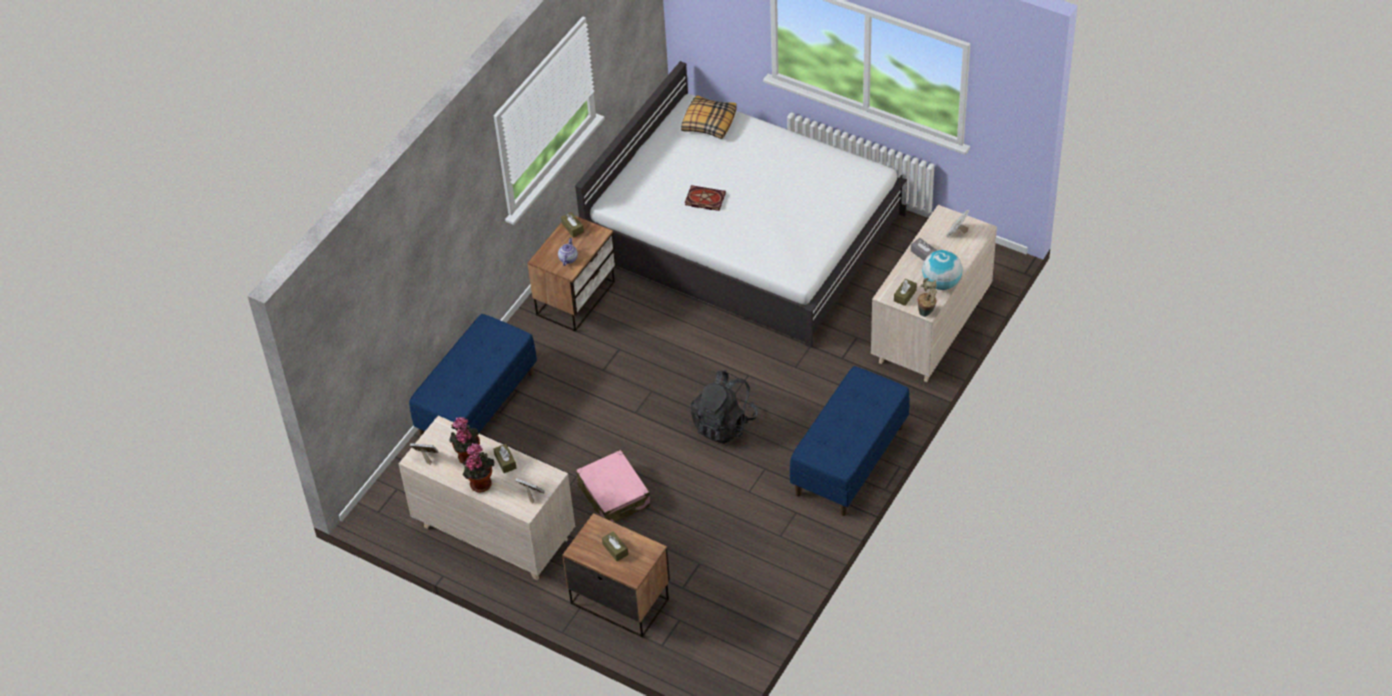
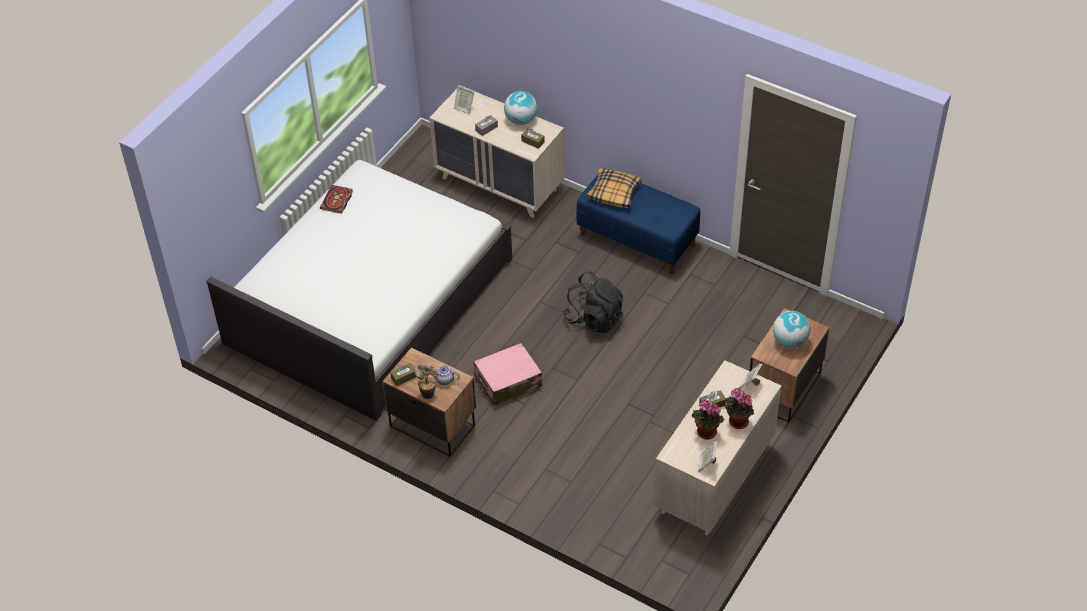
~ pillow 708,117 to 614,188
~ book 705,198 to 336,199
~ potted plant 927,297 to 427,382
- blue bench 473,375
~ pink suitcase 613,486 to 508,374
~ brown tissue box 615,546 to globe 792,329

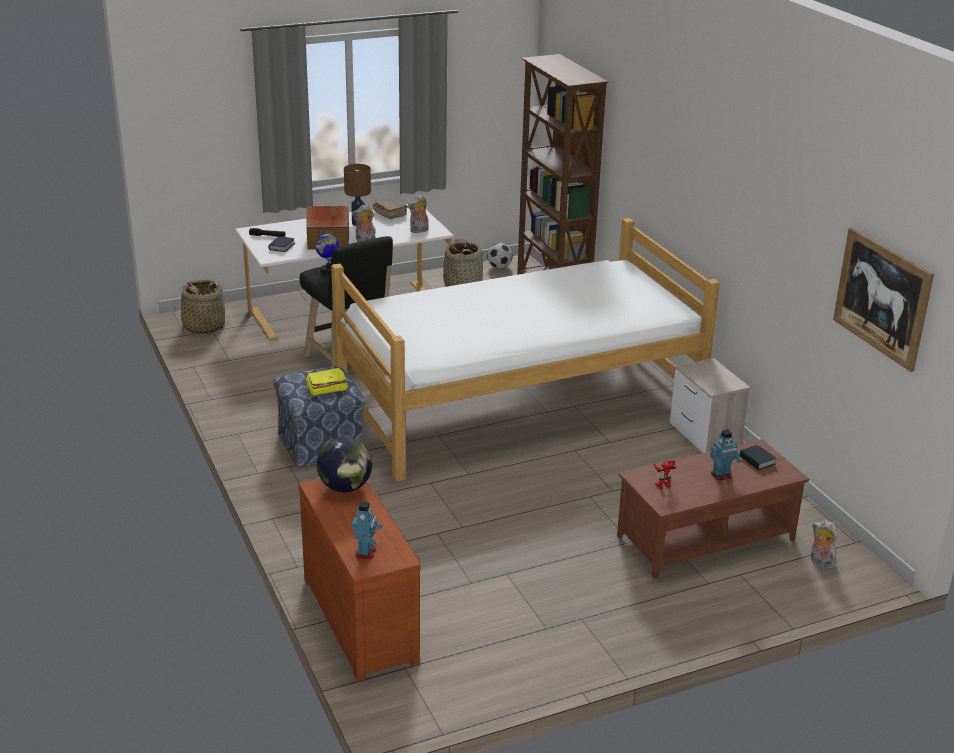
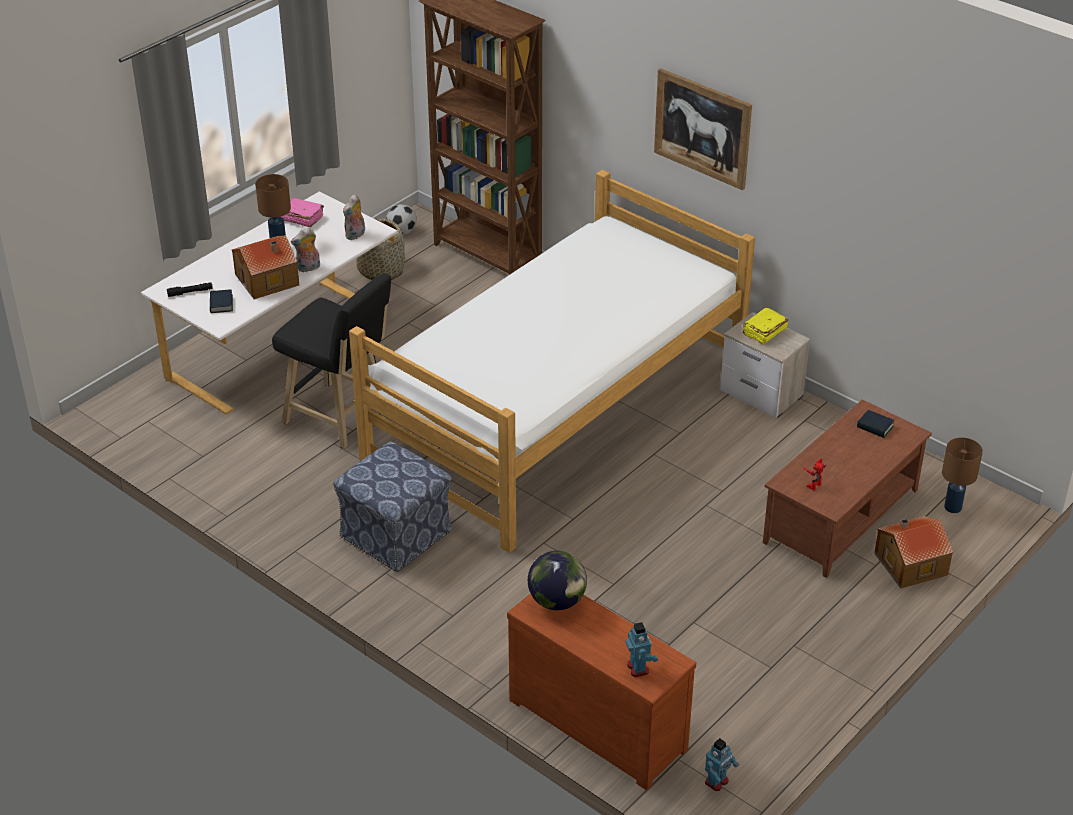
~ brown book 390,208 to pink book 302,212
~ picture 883,299 to 703,129
- globe 327,252
- basket 200,306
~ yellow book 327,382 to 766,326
~ toy robot 726,455 to 722,764
~ plush toy 824,544 to brown table lamp 962,475
+ toy house 914,552

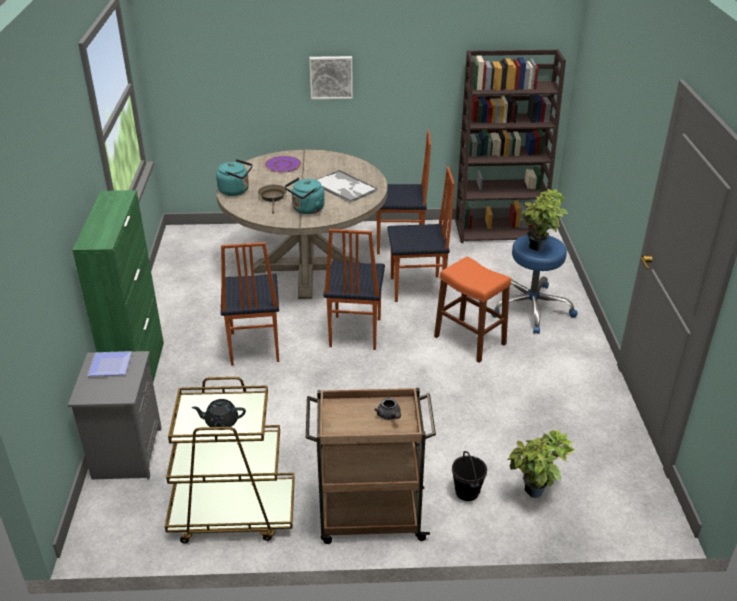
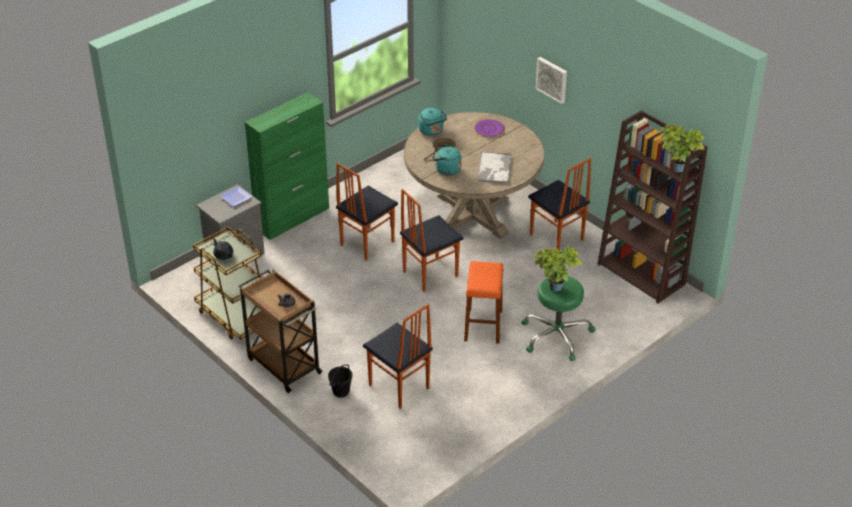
~ chair 421,234 to 398,356
~ blue stool 534,284 to green stool 558,318
~ potted plant 540,464 to 682,148

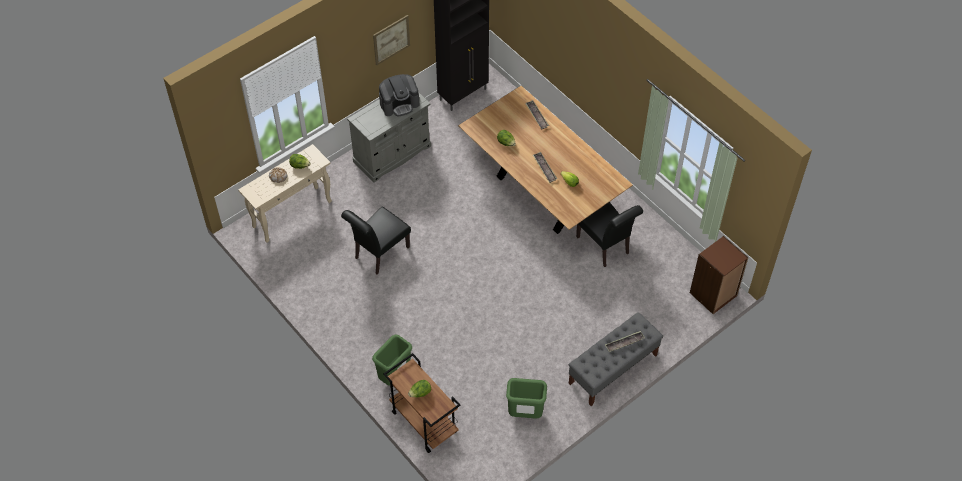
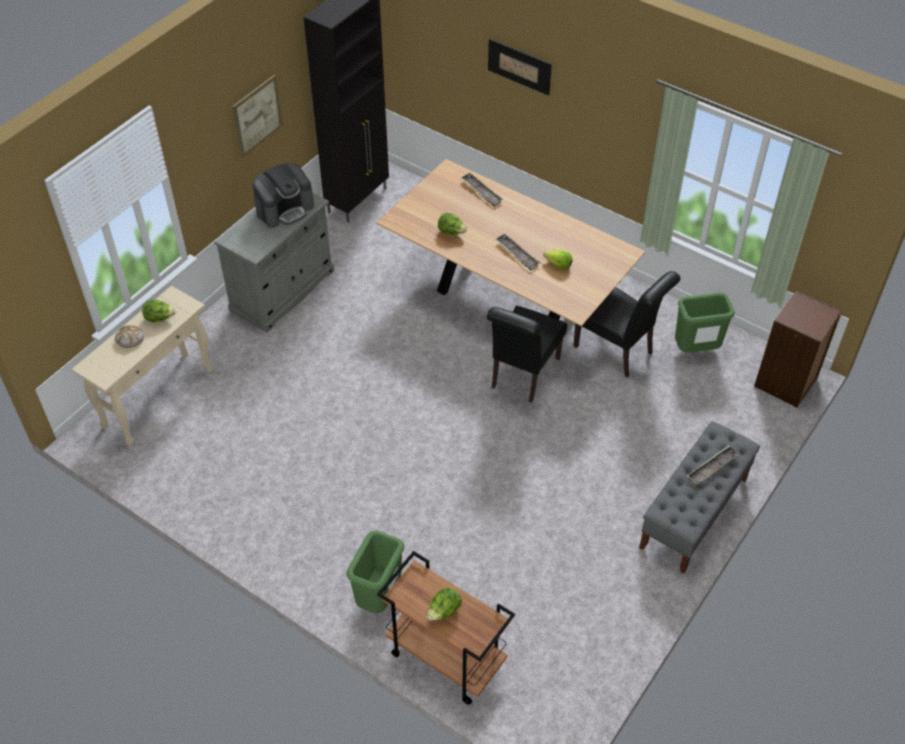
~ black chair 376,240 to 527,354
~ green trash can 526,398 to 705,322
+ picture 520,67

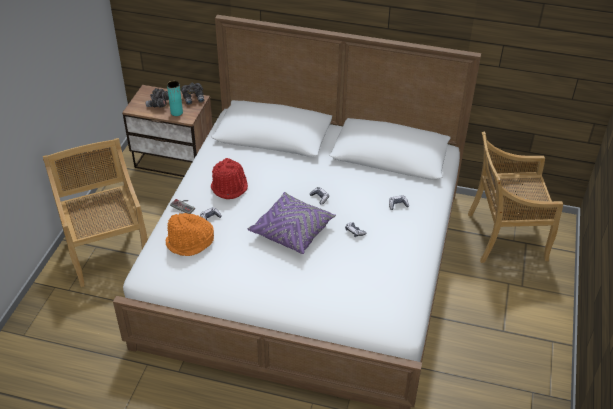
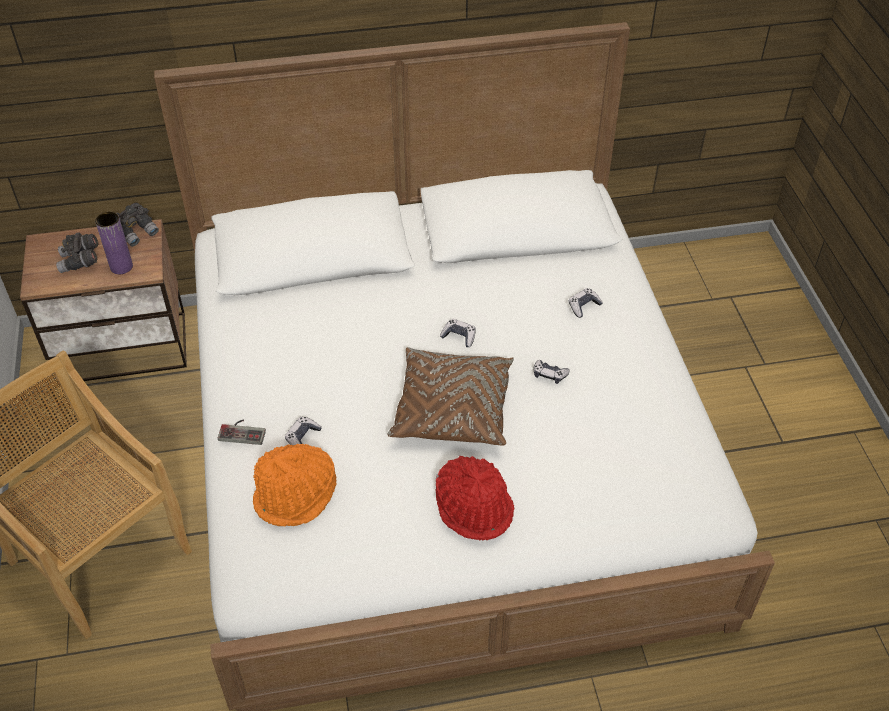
~ turquoise vase 175,98 to purple vase 114,243
- beige chair 515,197
~ red hat 229,178 to 475,498
~ purple pillow 292,223 to brown pillow 450,396

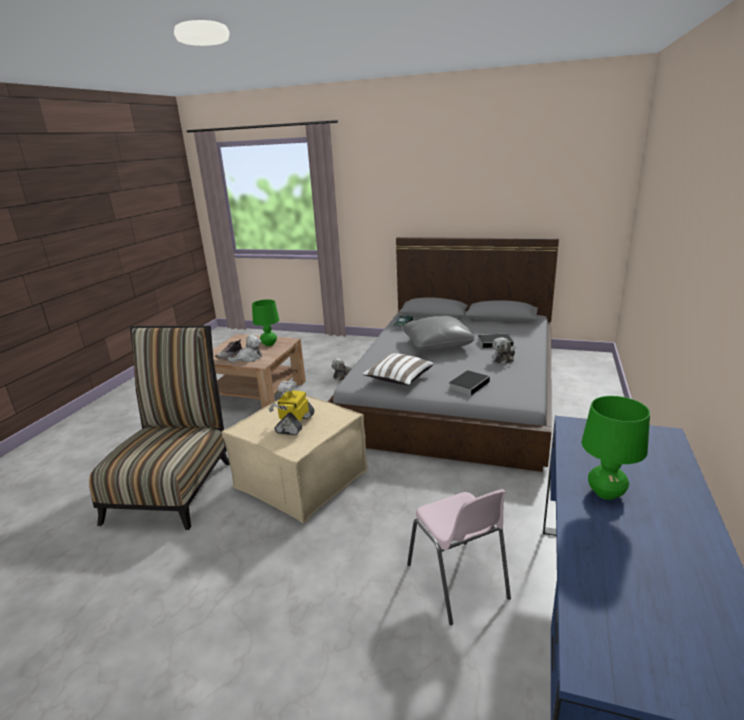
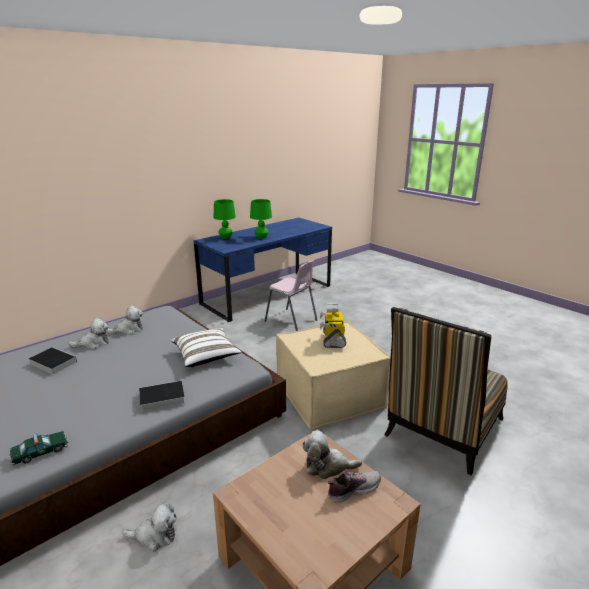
~ green table lamp 265,322 to 225,219
- grey pillow 439,333
~ book 469,383 to 160,396
~ toy robot 292,408 = 333,325 135 degrees clockwise
~ pink chair 459,557 = 291,295 120 degrees clockwise
+ plush toy 124,320

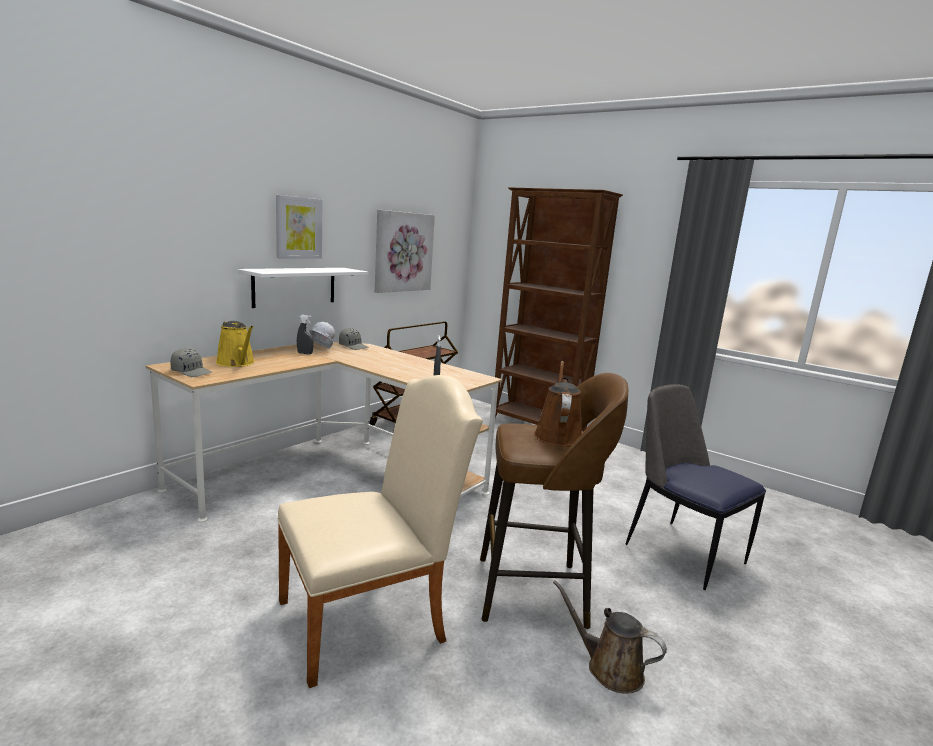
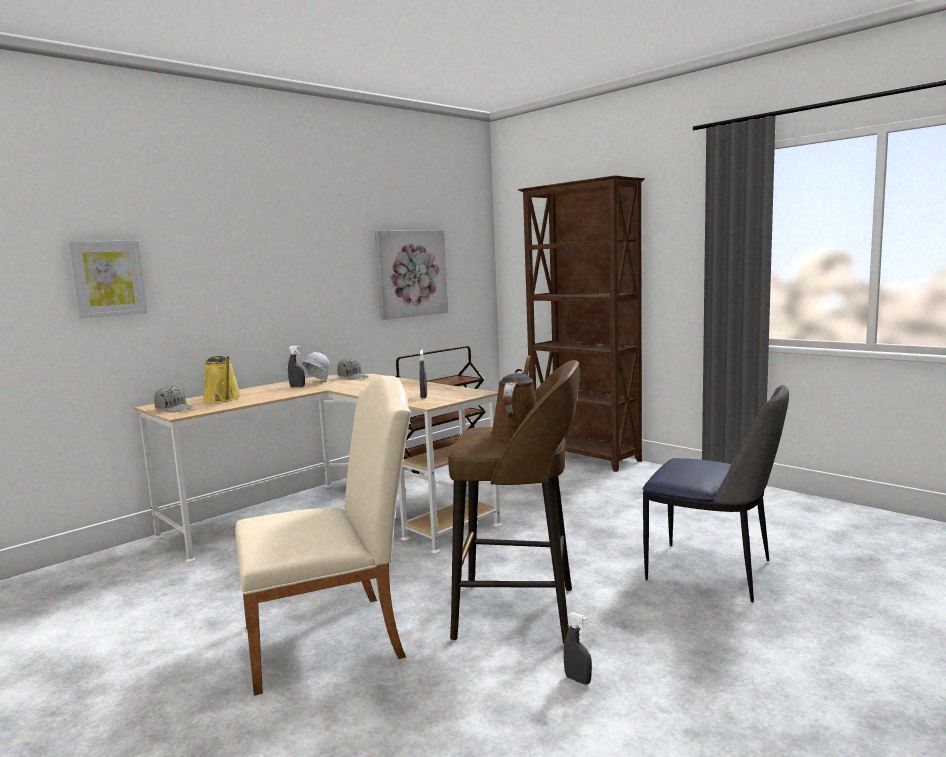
~ picture 299,227 to 107,279
- white shelf 302,288
~ chair 695,487 = 715,493 150 degrees clockwise
~ brown watering can 610,637 to grey spray bottle 577,648

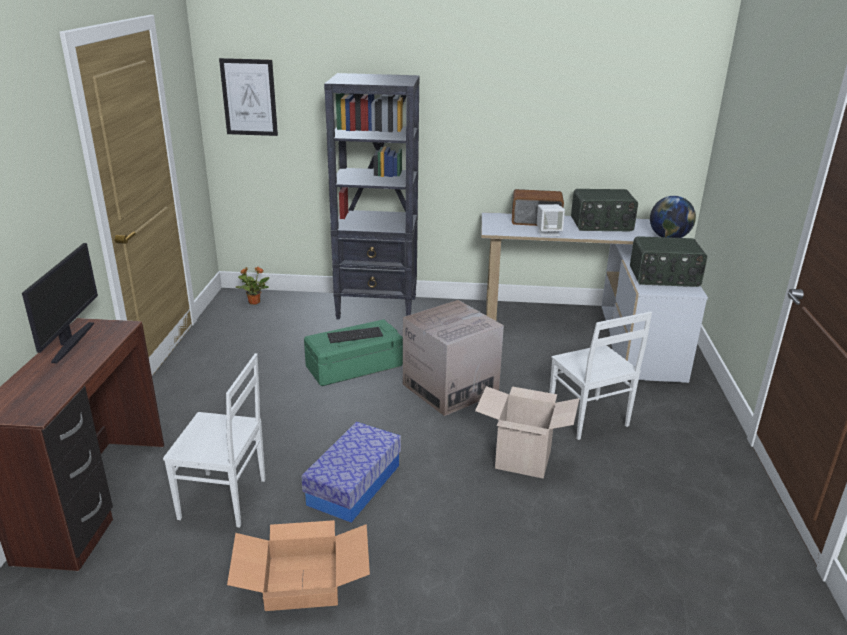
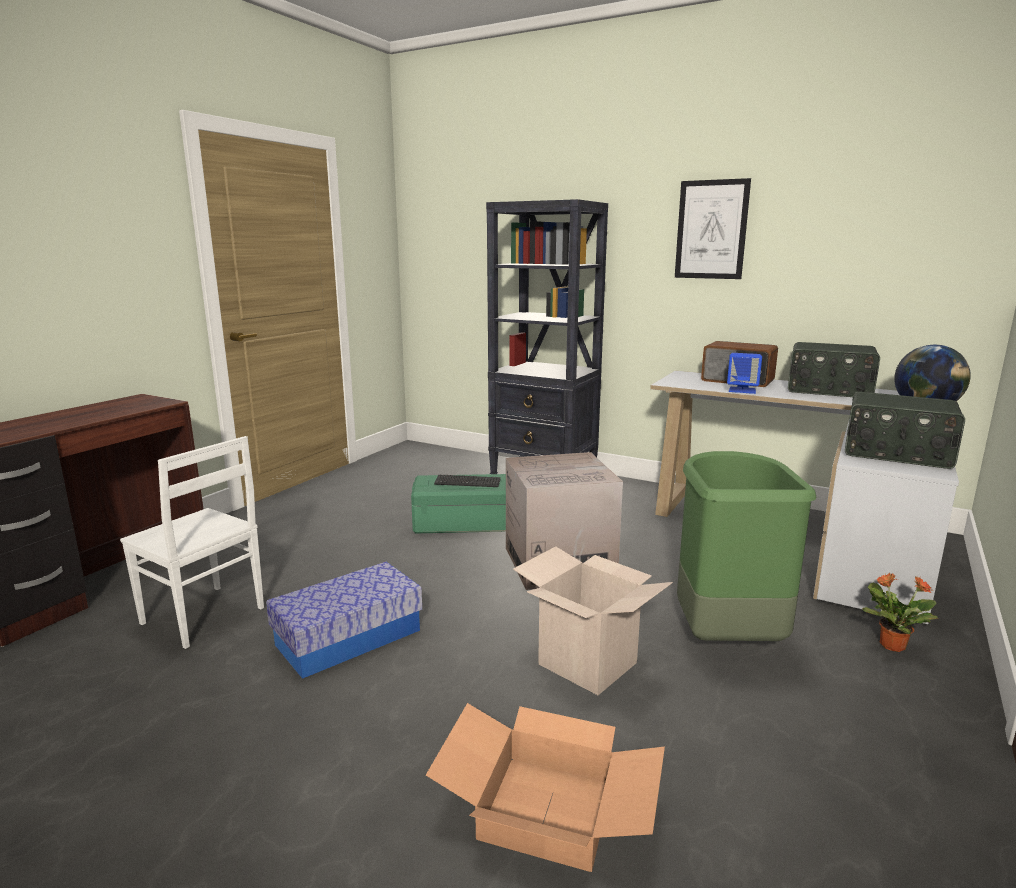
~ picture 248,97 to 713,228
~ white speaker 551,220 to blue speaker 744,373
- monitor 60,303
~ potted plant 252,286 to 900,612
~ white chair 600,375 to green trash can 746,546
~ cardboard box 298,565 to 545,787

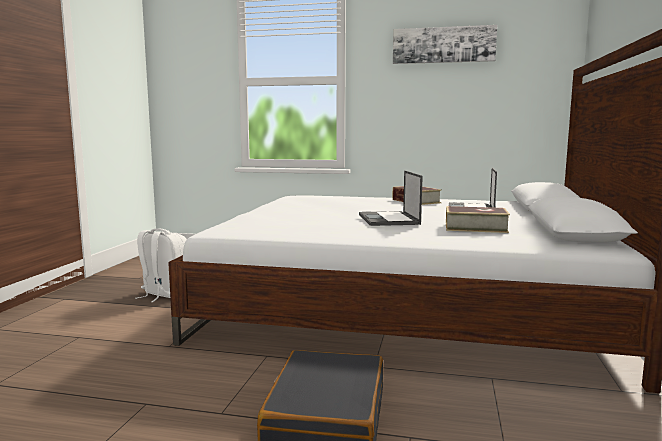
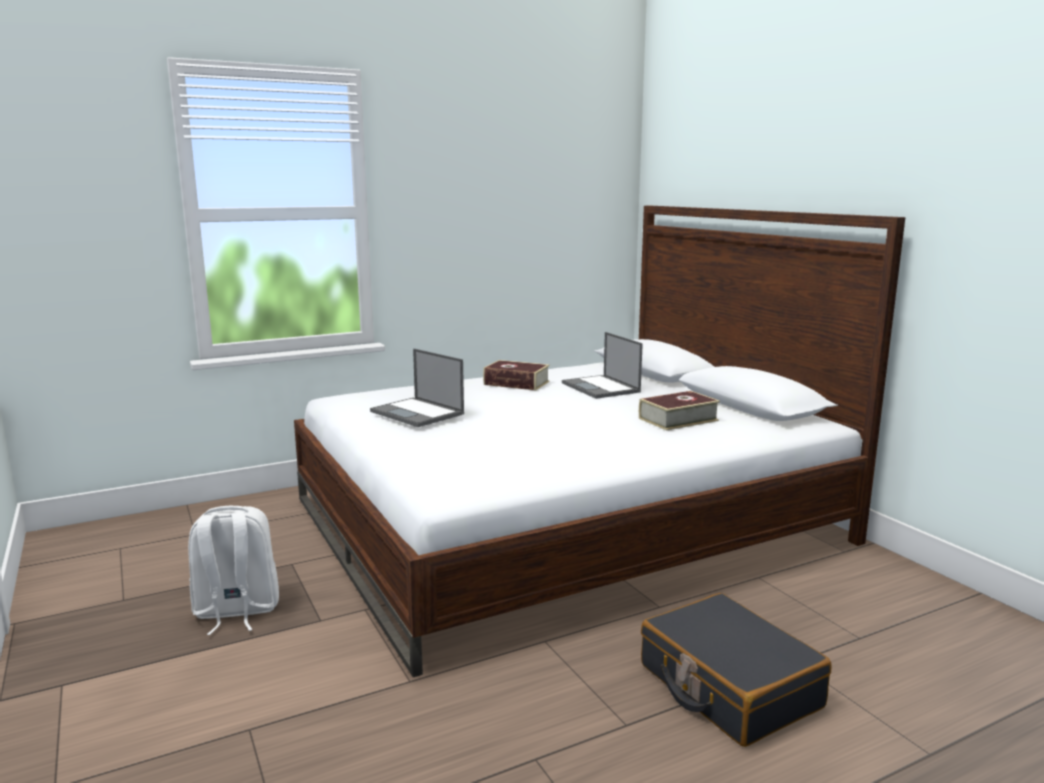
- picture 445,44
~ laptop 391,198 to 417,388

